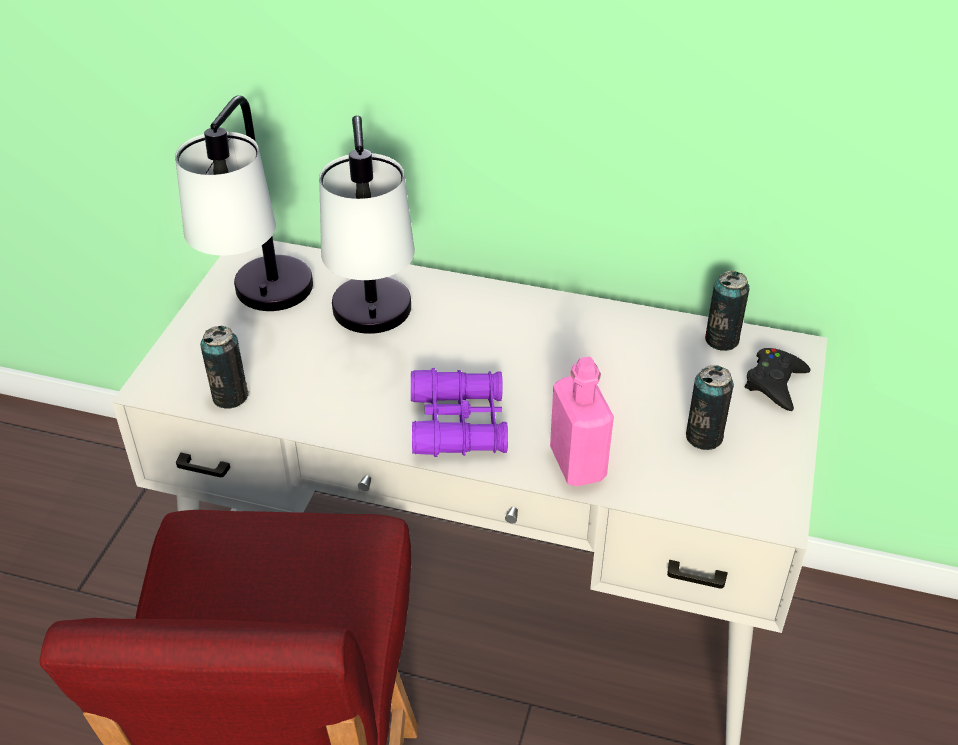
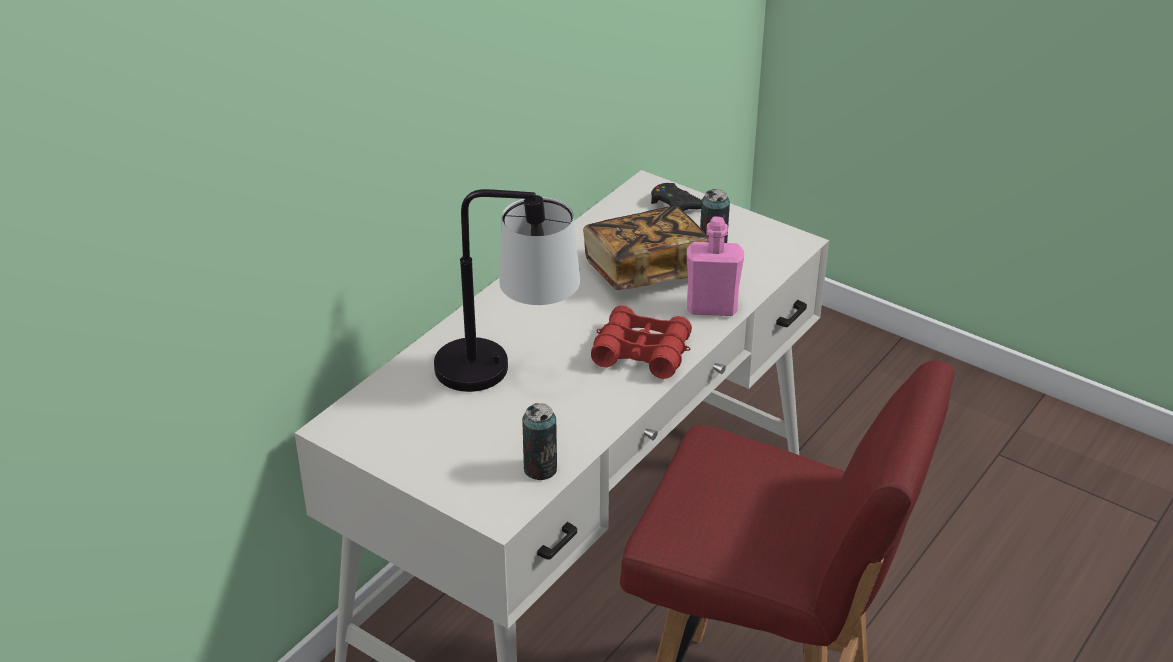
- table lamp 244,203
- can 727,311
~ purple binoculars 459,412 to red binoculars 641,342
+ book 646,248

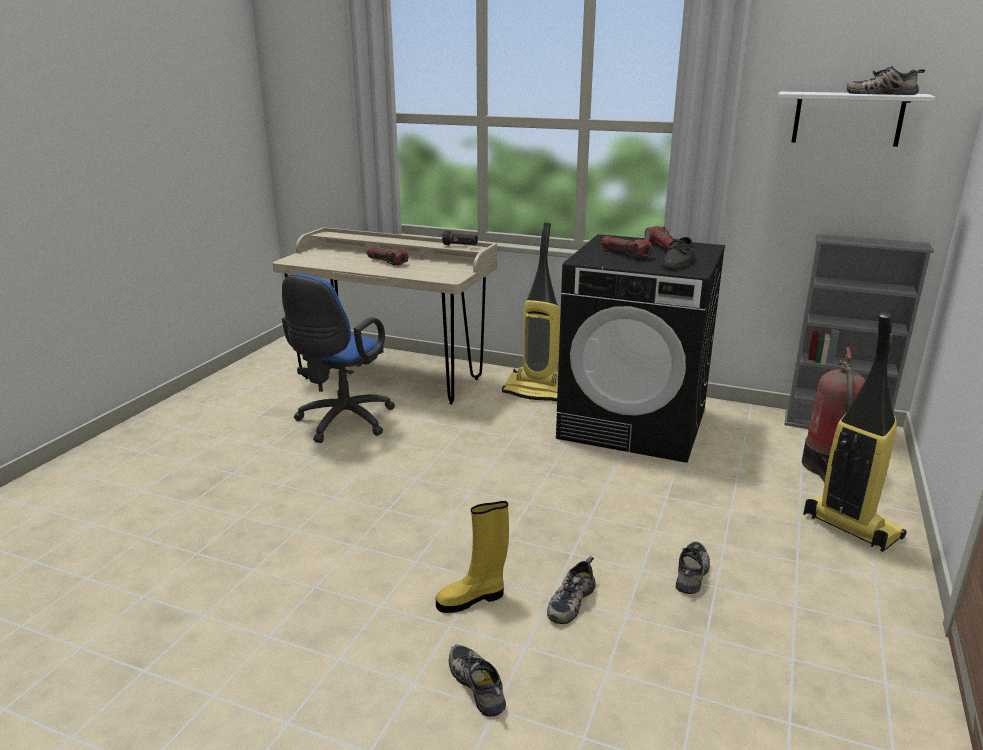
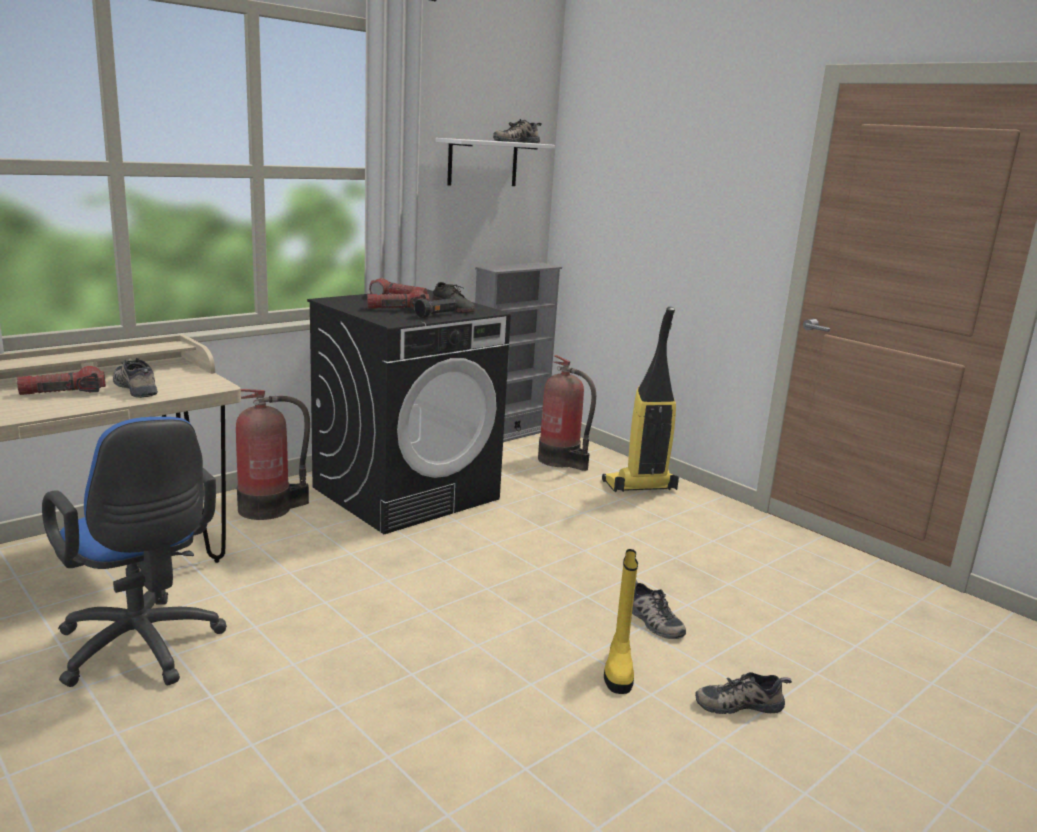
~ vacuum cleaner 531,311 to fire extinguisher 273,454
~ black flashlight 460,238 to 436,308
~ shoe 693,567 to 135,378

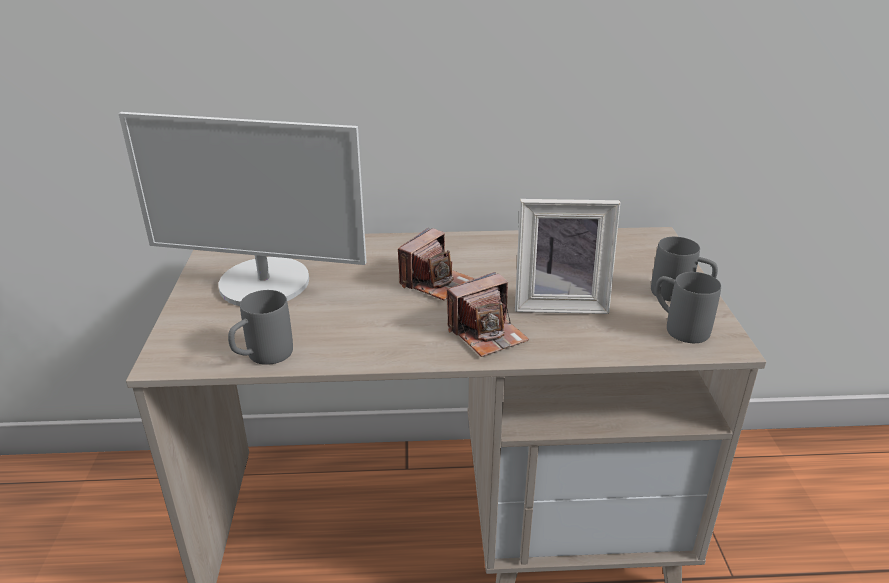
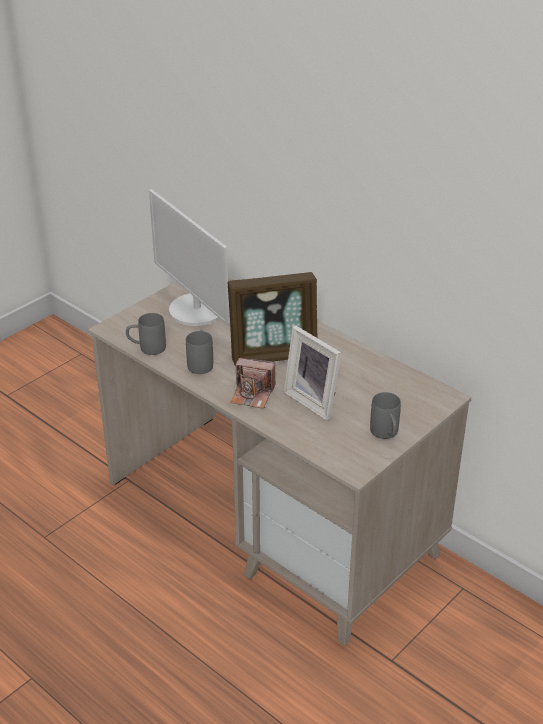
~ photo camera 436,264 to picture frame 272,319
~ grey mug 688,307 to 199,352

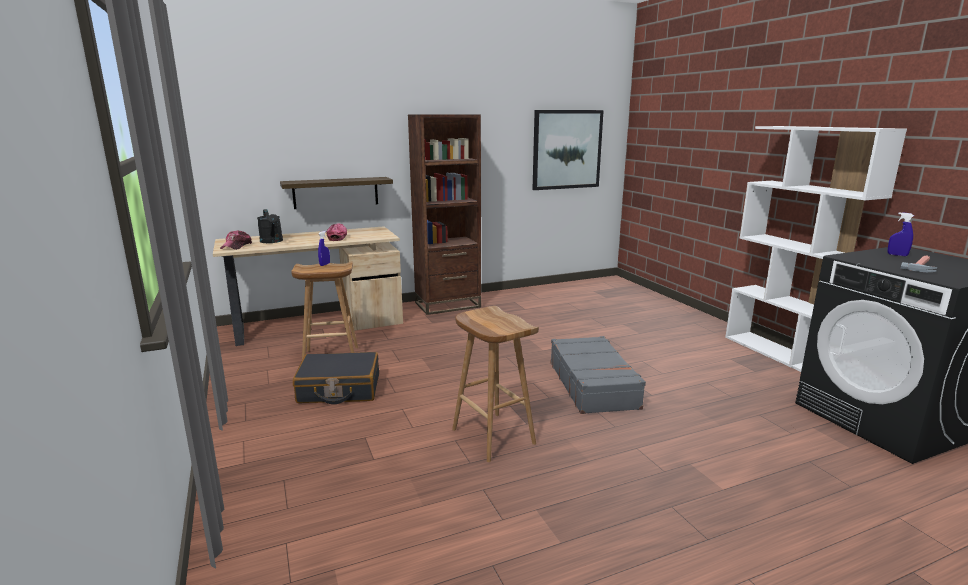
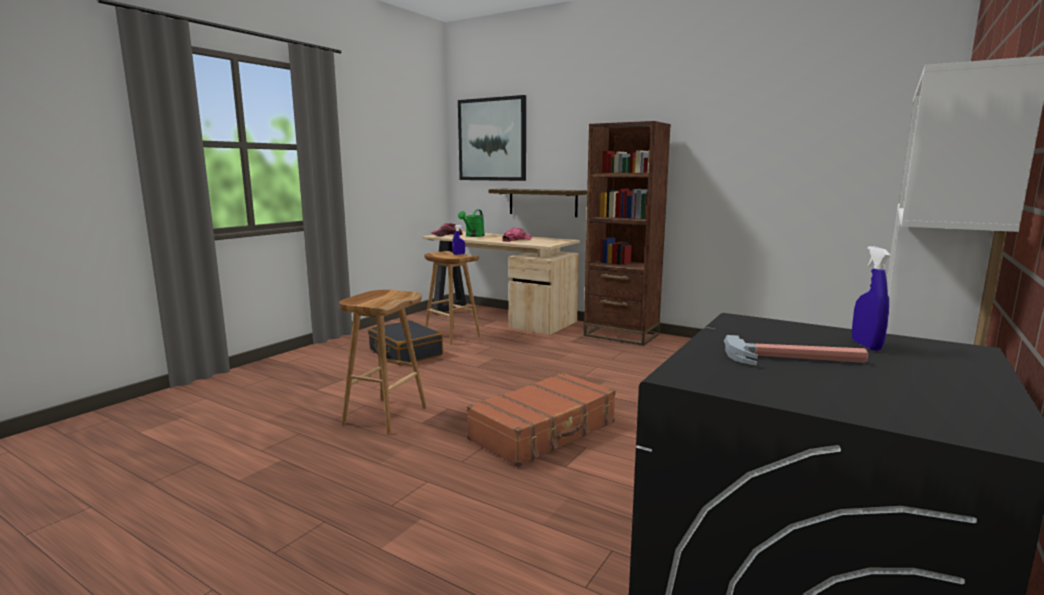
~ picture 568,150 to 492,138
~ black watering can 270,226 to green watering can 471,223
~ grey suitcase 598,375 to brown suitcase 541,419

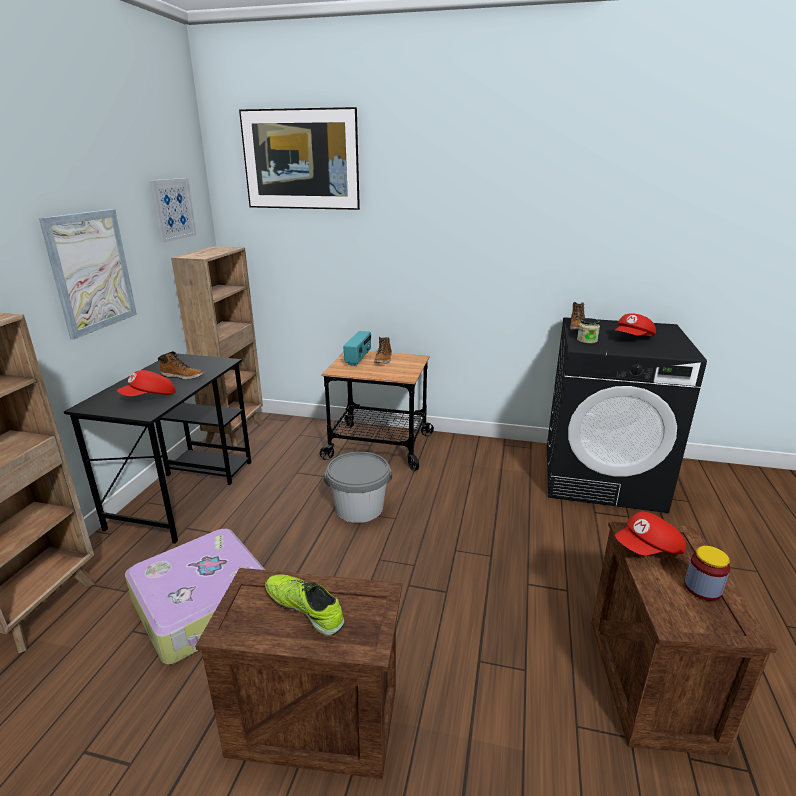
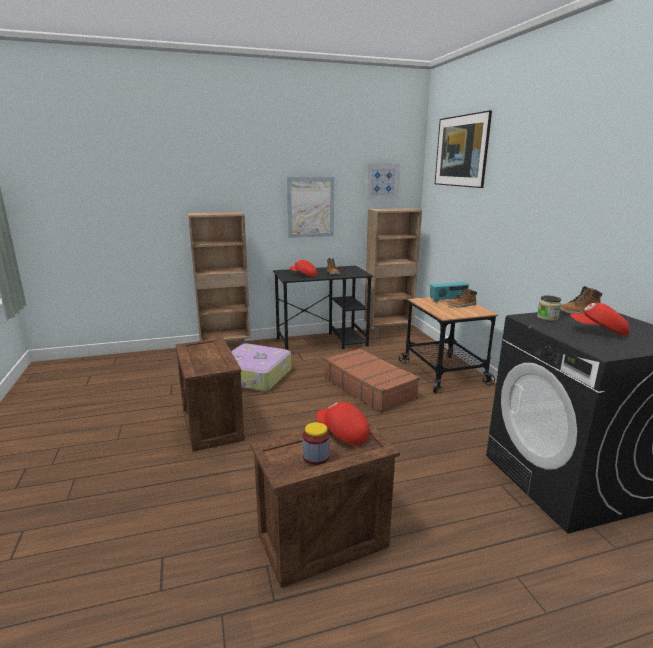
~ grey bucket 358,487 to brown suitcase 372,380
- shoe 304,605

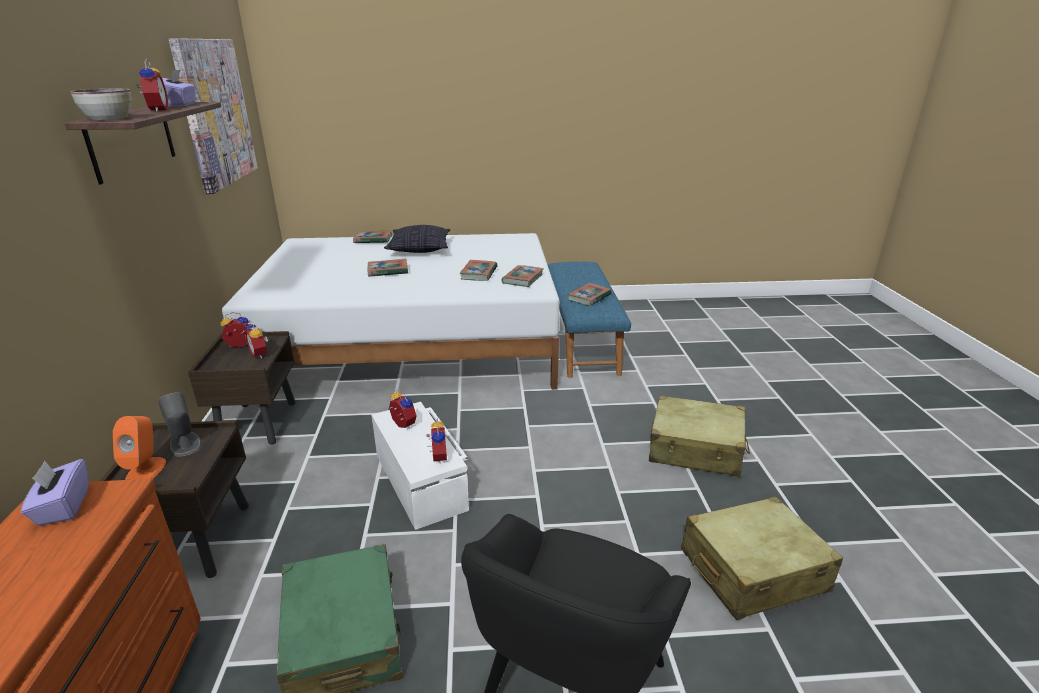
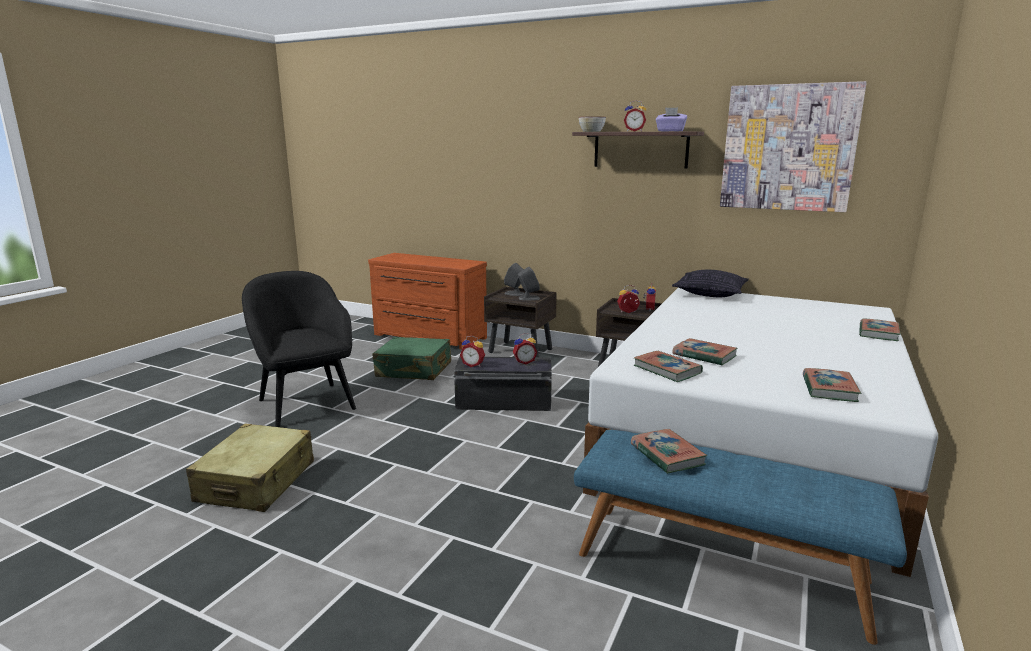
~ pillow 417,239 to 710,283
~ book 388,268 to 832,385
- beige suitcase 699,436
~ white storage box 420,466 to black storage box 503,383
~ orange speaker 139,448 to grey speaker 514,279
- purple tissue box 55,492

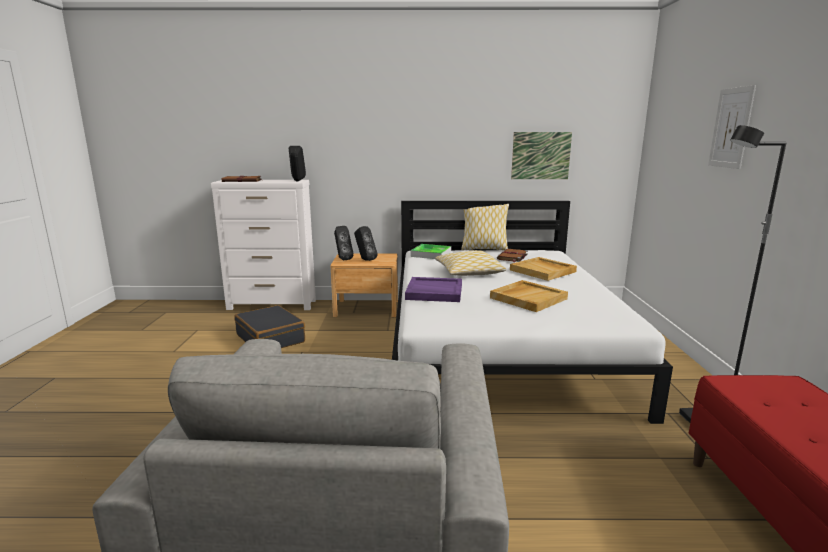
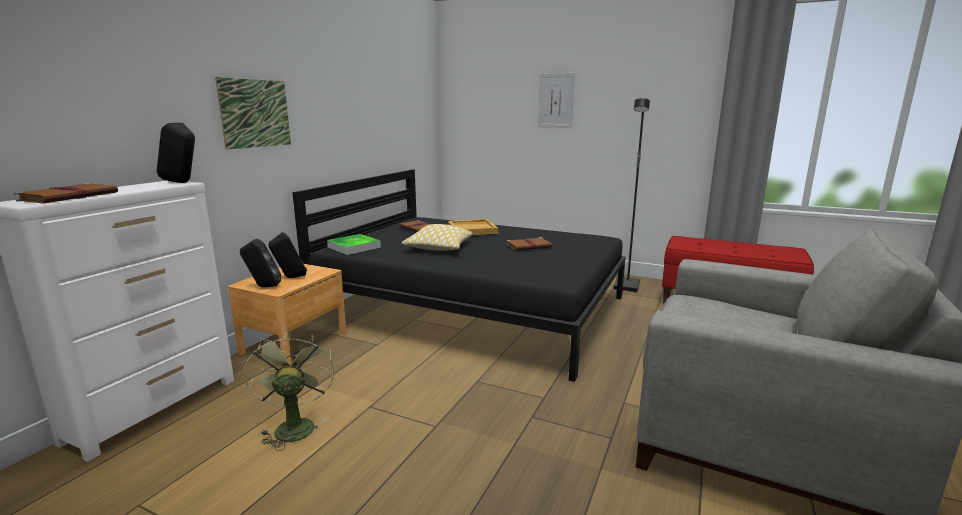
~ picture 541,155 to 253,113
~ white bed 532,312 to black bed 459,275
- pillow 485,227
- purple tray 433,289
~ beige tray 529,296 to brown book 529,243
~ black suitcase 269,326 to green fan 289,391

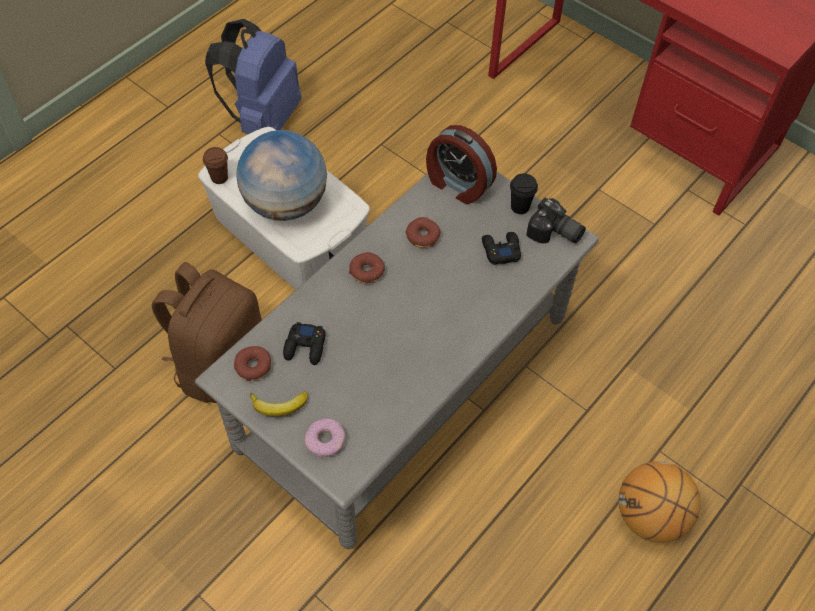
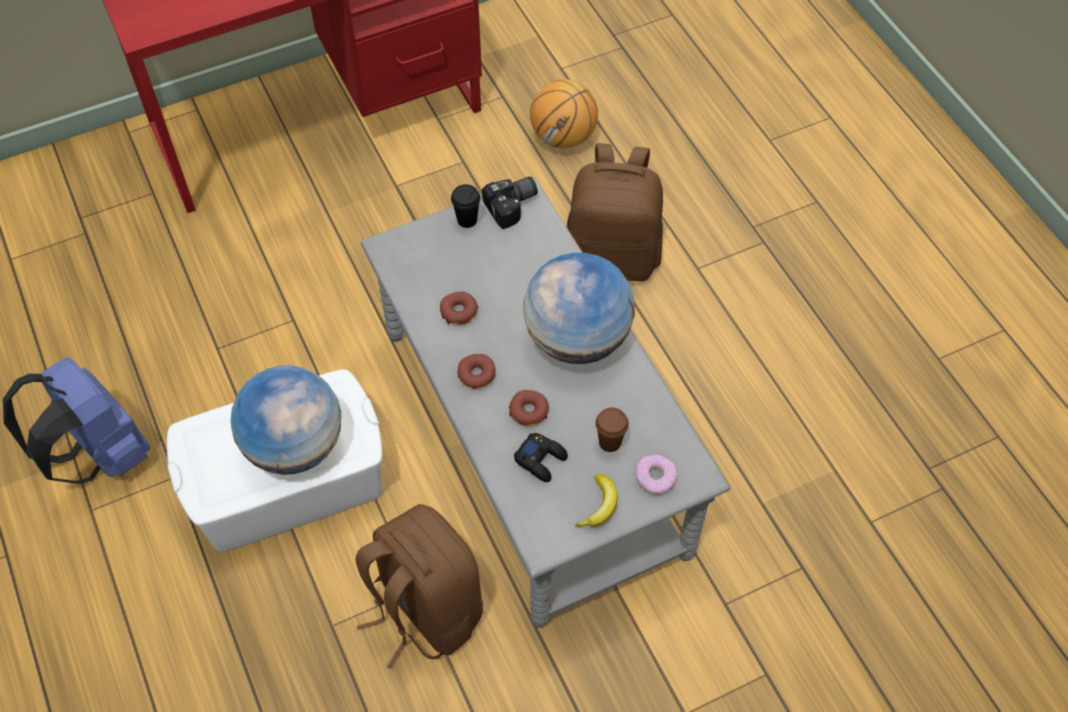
- alarm clock 461,164
~ brown cup 215,165 to 612,429
- black game controller 501,248
~ donut 252,363 to 529,408
~ basketball 660,502 to 564,113
+ brown backpack 615,212
+ globe 579,308

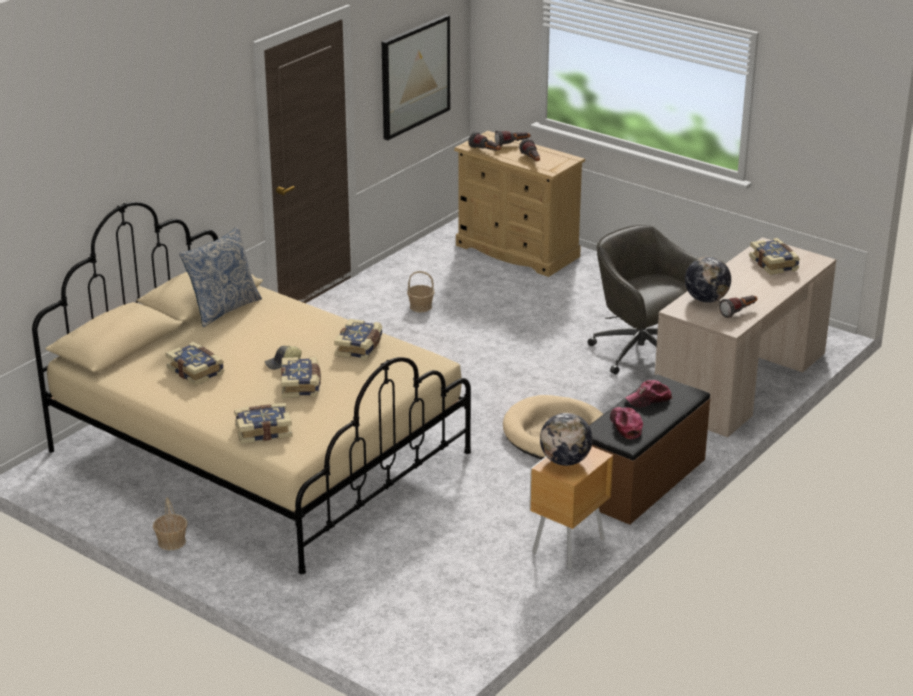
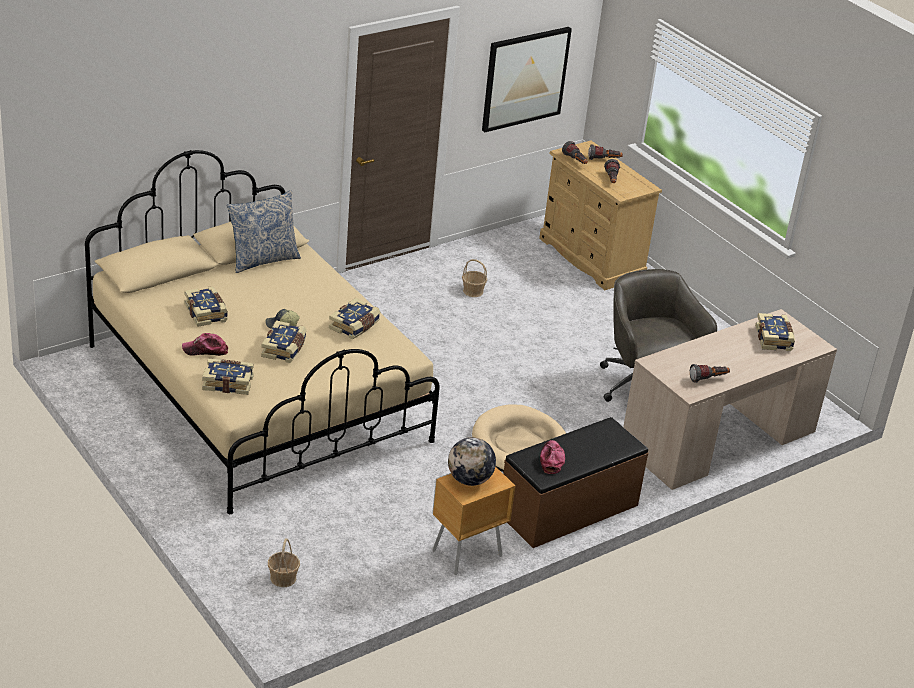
- globe 708,279
~ cap 648,394 to 205,344
~ basket 170,523 to 284,562

